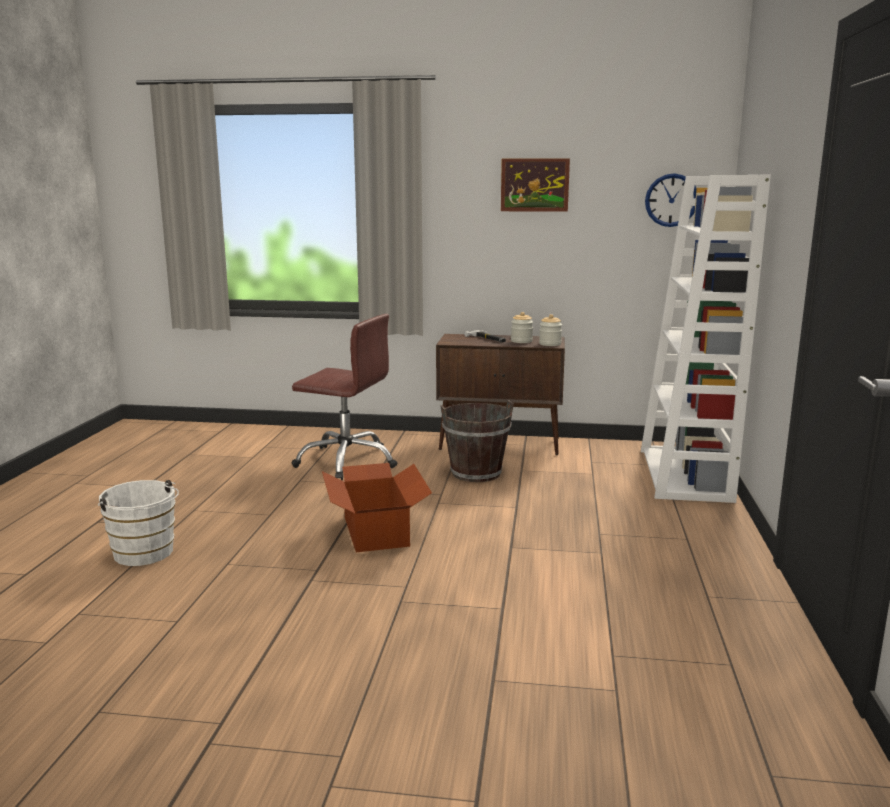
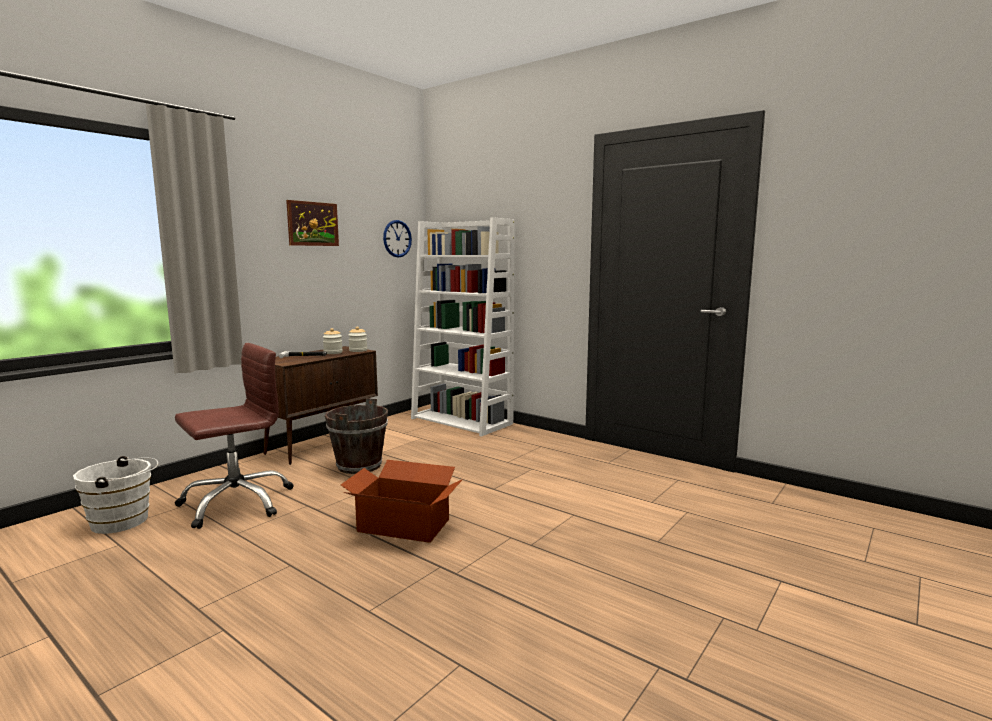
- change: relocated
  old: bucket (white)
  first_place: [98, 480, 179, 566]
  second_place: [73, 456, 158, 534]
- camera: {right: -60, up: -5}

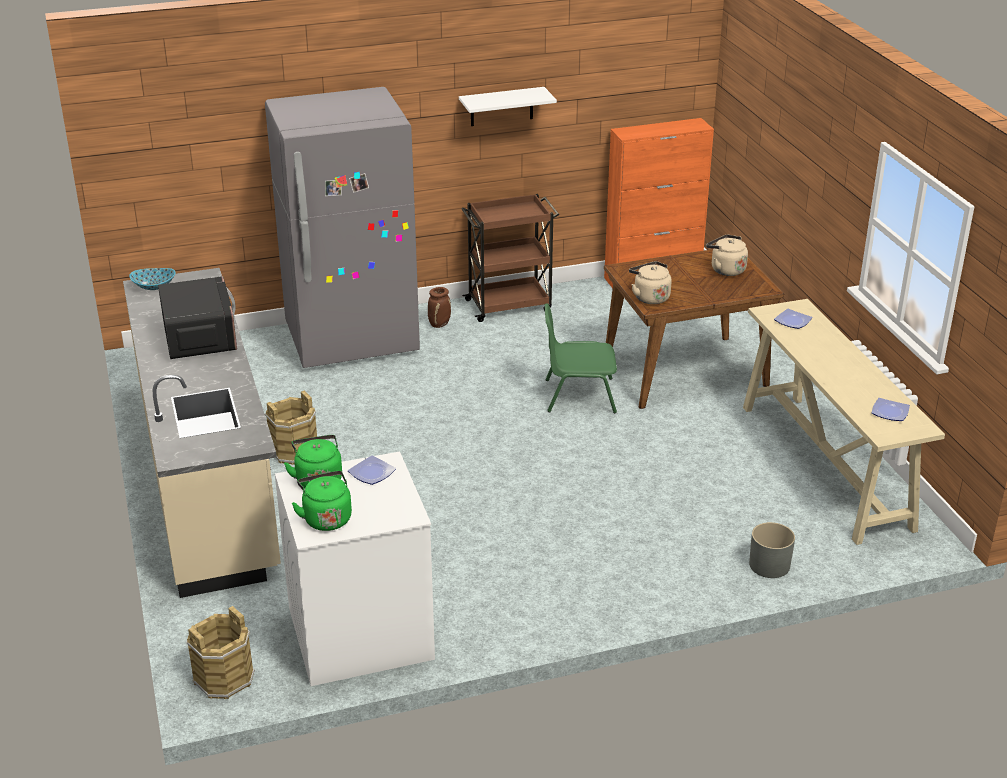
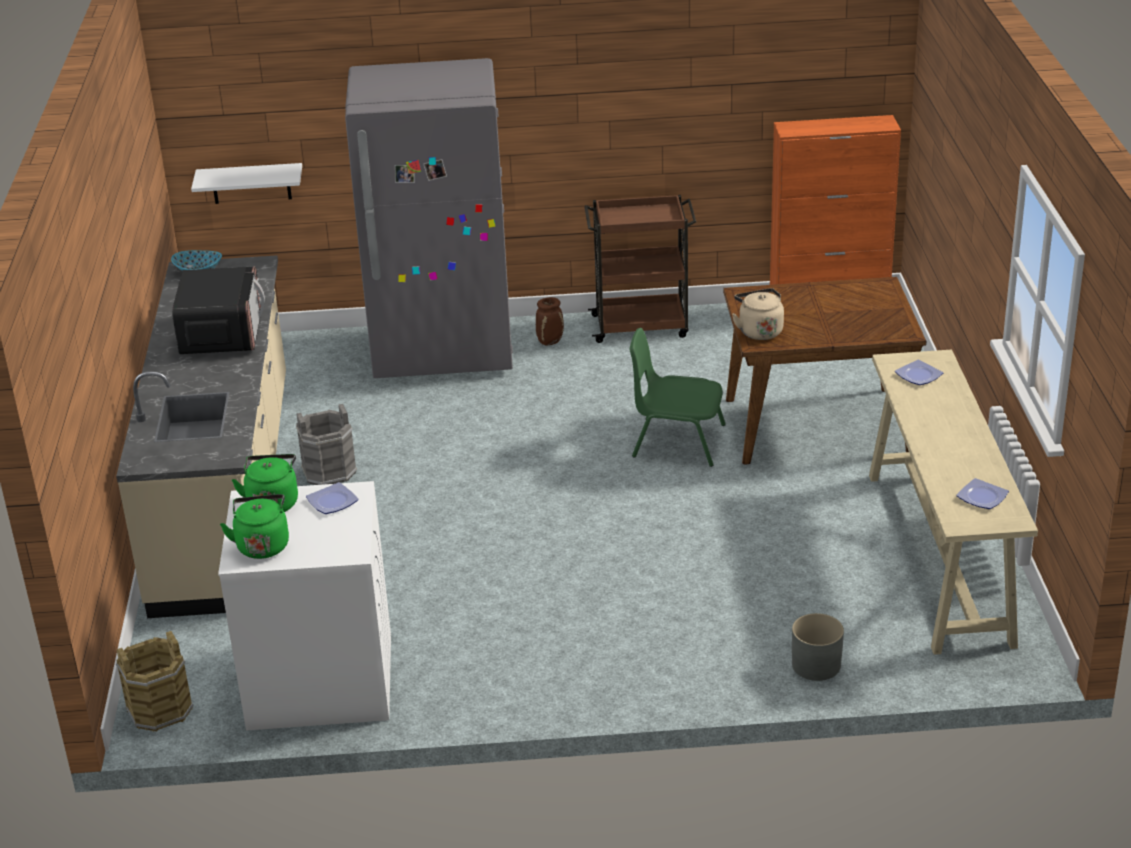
- change: relocated
  old: shelf (white)
  first_place: [459, 87, 557, 126]
  second_place: [191, 163, 302, 204]
- change: colour
  old: bucket (brown)
  new: bucket (grey)
  first_place: [265, 391, 317, 465]
  second_place: [296, 404, 357, 485]
- change: missing
  old: kettle (beige)
  first_place: [706, 235, 748, 276]
- camera: {right: 15, up: 0}

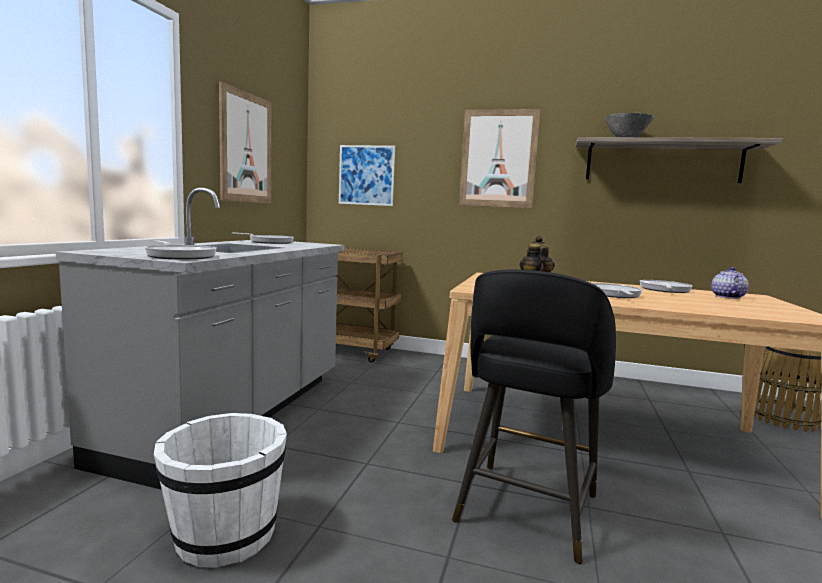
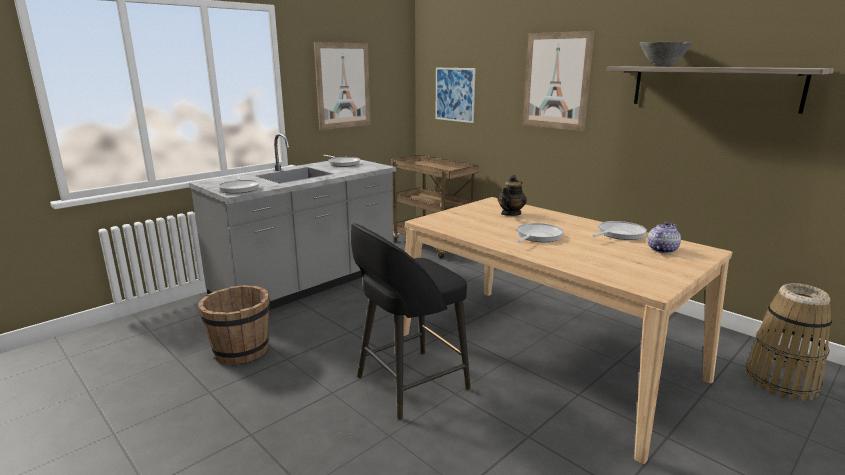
- change: colour
  old: bucket (white)
  new: bucket (brown)
  first_place: [154, 413, 287, 568]
  second_place: [198, 285, 270, 365]
- camera: {right: 30, up: 10}

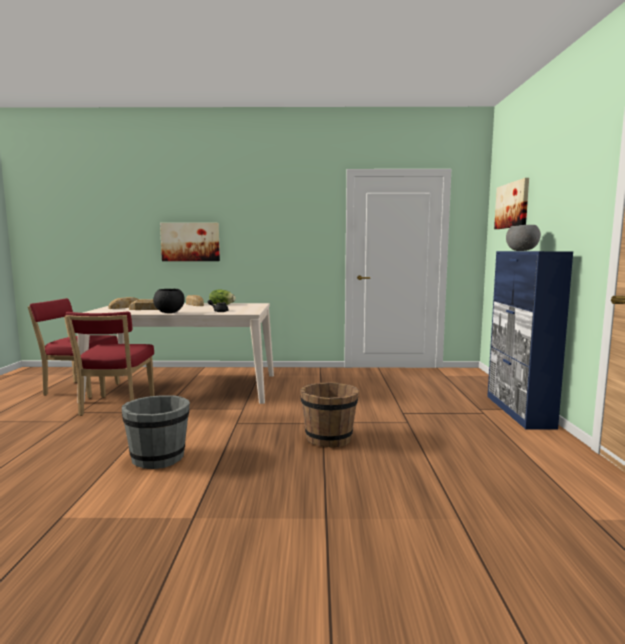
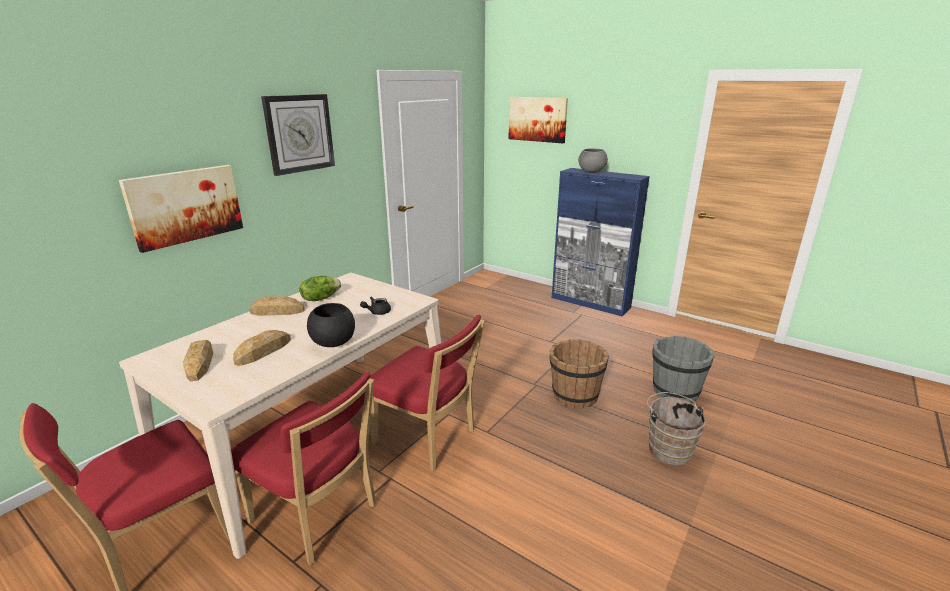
- change: appeared
  new: wall clock
  second_place: [261, 94, 335, 176]
- change: appeared
  new: chair (red)
  second_place: [370, 315, 485, 471]
- change: appeared
  new: bucket (brown)
  second_place: [647, 392, 706, 466]
- change: relocated
  old: bucket (grey)
  first_place: [122, 395, 190, 469]
  second_place: [652, 336, 715, 403]
- camera: {right: -55, up: 15}

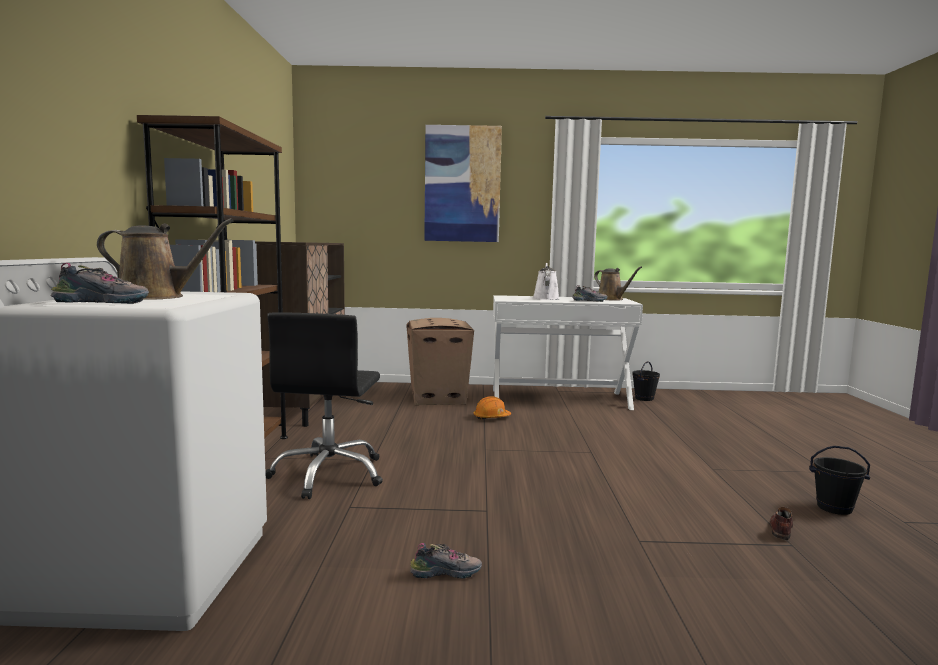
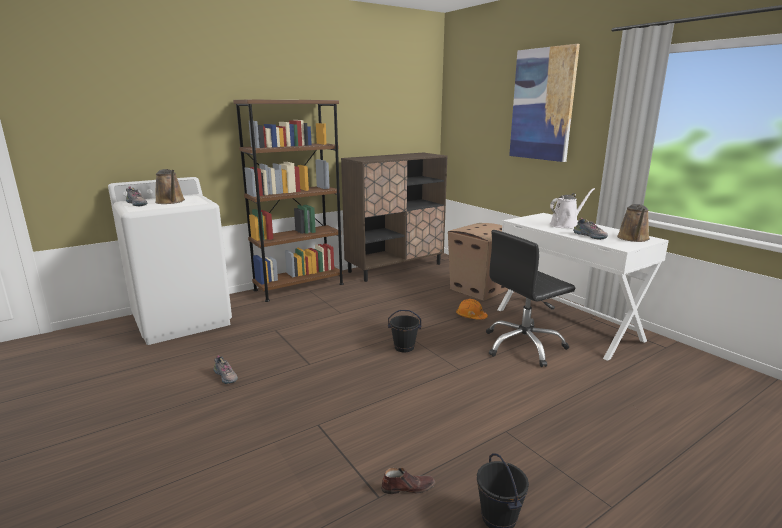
- change: relocated
  old: bucket (black)
  first_place: [632, 361, 660, 401]
  second_place: [388, 310, 421, 352]
- change: relocated
  old: office chair (black)
  first_place: [265, 313, 383, 499]
  second_place: [486, 230, 575, 367]
- camera: {right: 55, up: 10}

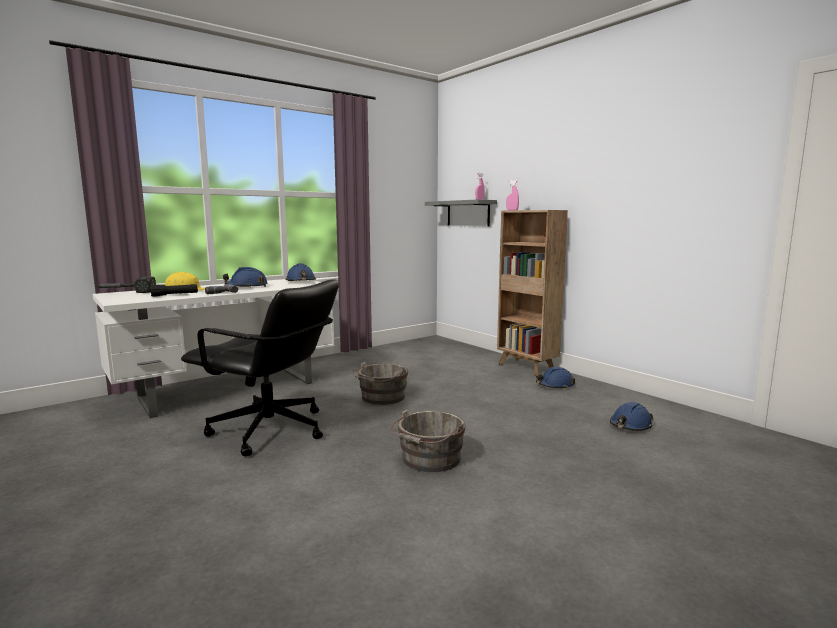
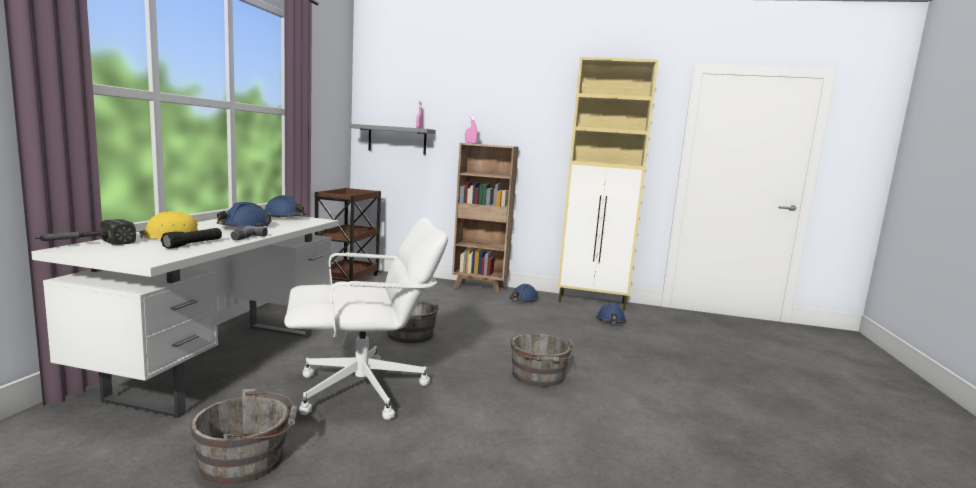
- change: appeared
  new: bucket (grey)
  second_place: [190, 389, 298, 485]
- change: colour
  old: office chair (black)
  new: office chair (white)
  first_place: [181, 280, 339, 456]
  second_place: [284, 217, 448, 420]
- change: appeared
  new: cart (brown)
  second_place: [314, 188, 381, 282]
- change: appeared
  new: cabinet (beige)
  second_place: [558, 57, 658, 311]
- camera: {right: -40, up: 0}

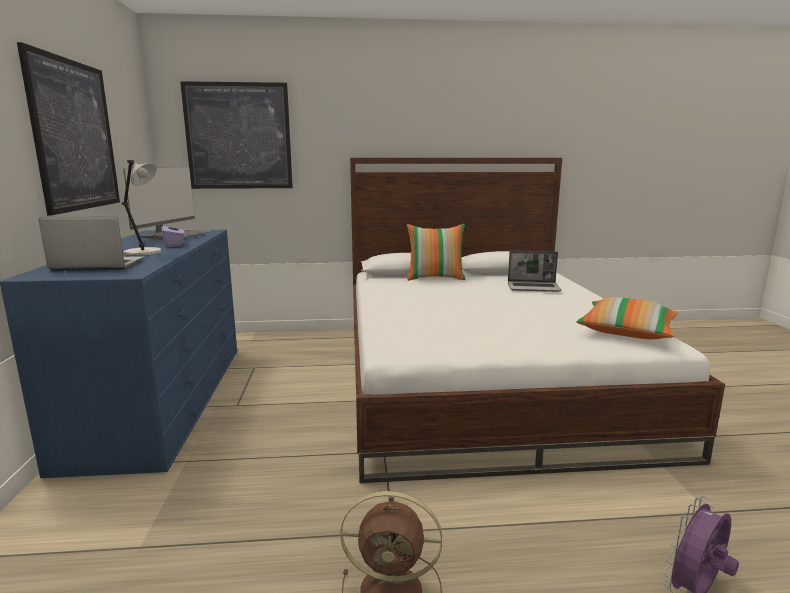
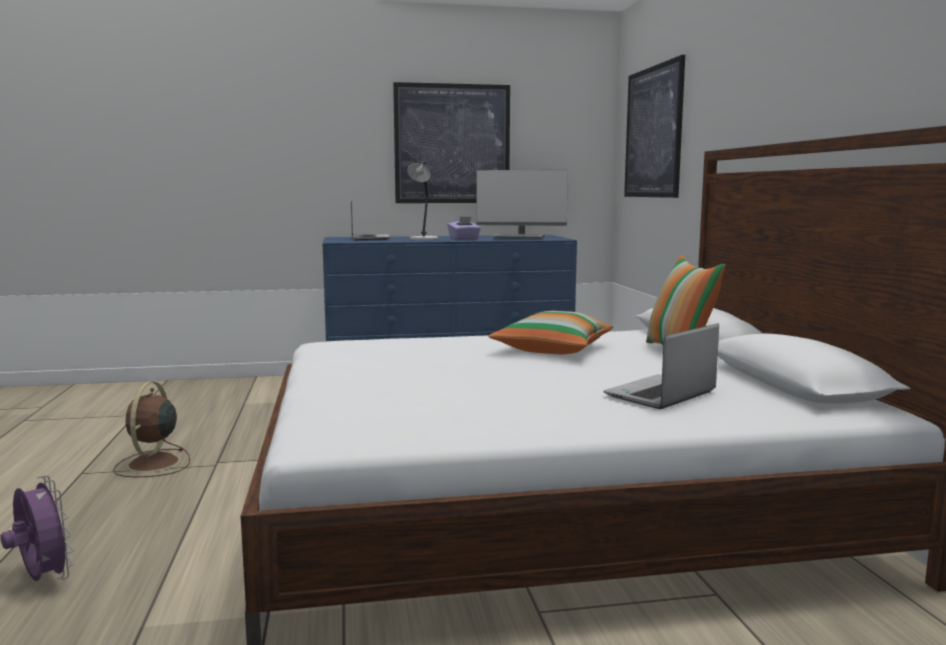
- change: relocated
  old: pillow
  first_place: [576, 297, 678, 339]
  second_place: [488, 311, 613, 354]
- change: spun
  old: laptop
  first_place: [508, 251, 561, 292]
  second_place: [603, 324, 719, 409]
  degrees: 45
- camera: {right: 85, up: -5}

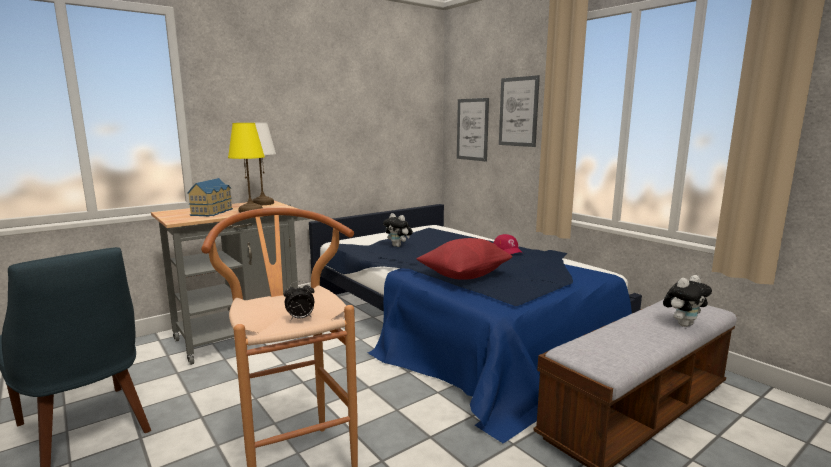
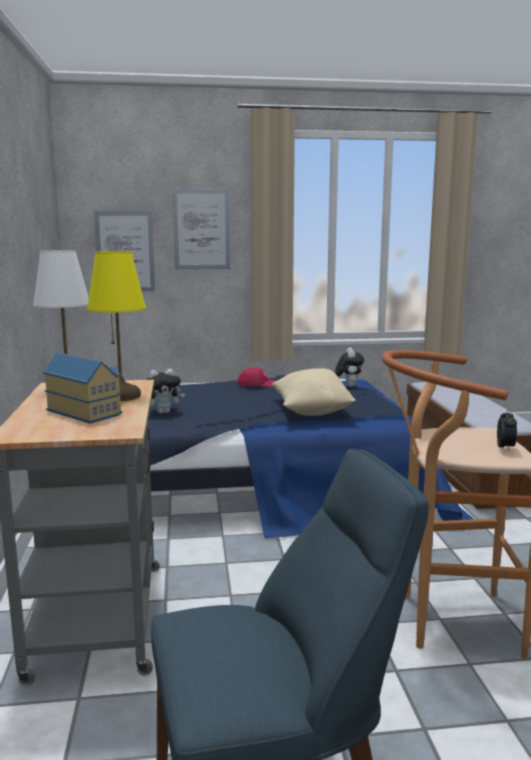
- change: colour
  old: pillow (red)
  new: pillow (beige)
  first_place: [416, 238, 513, 280]
  second_place: [271, 368, 356, 416]
- change: relocated
  old: plush toy
  first_place: [663, 275, 712, 327]
  second_place: [335, 348, 364, 387]
- camera: {right: -60, up: 0}

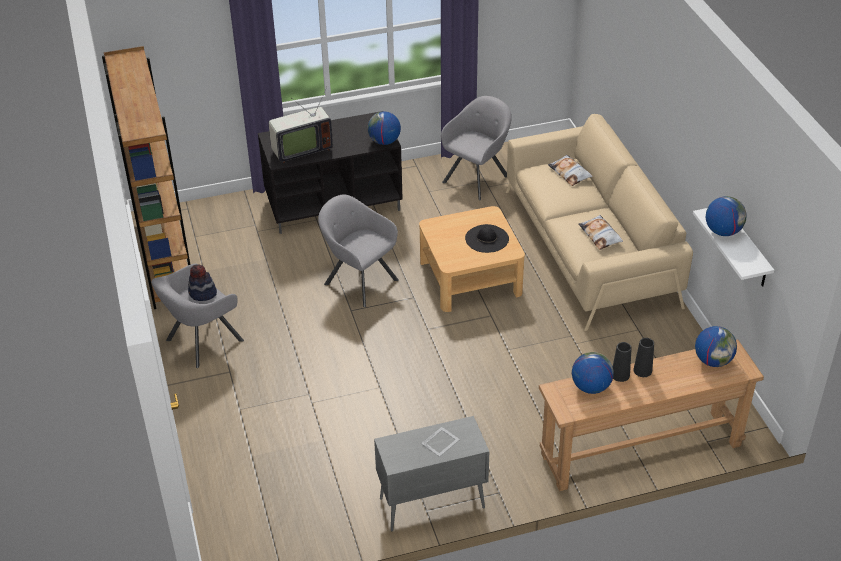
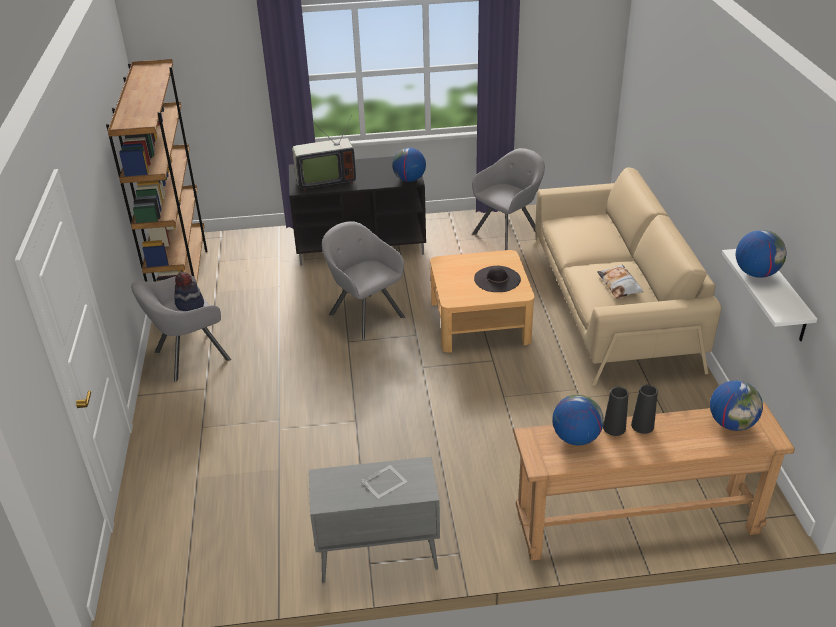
- change: missing
  old: pillow
  first_place: [548, 155, 593, 186]
- camera: {right: 10, up: -5}

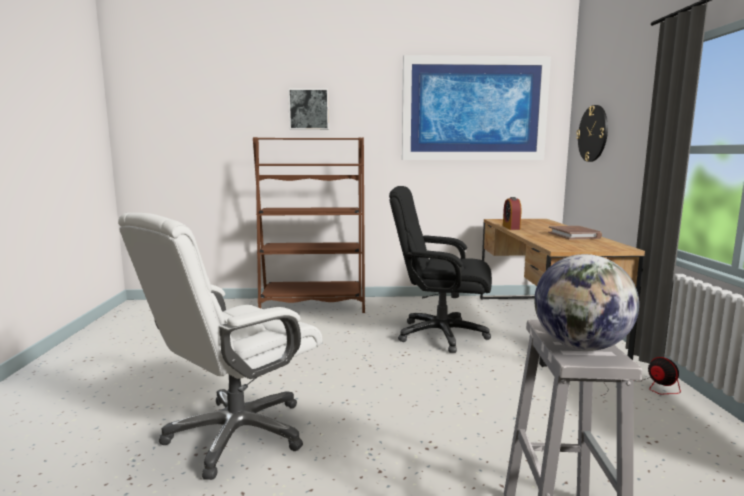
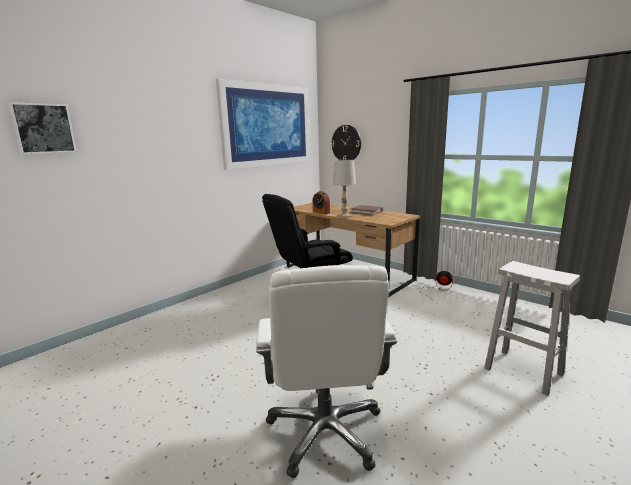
- change: relocated
  old: picture
  first_place: [288, 88, 329, 130]
  second_place: [9, 102, 77, 154]
- change: appeared
  new: table lamp (white)
  second_place: [333, 160, 356, 217]
- change: missing
  old: bookcase (brown)
  first_place: [253, 137, 365, 313]
- change: missing
  old: globe
  first_place: [534, 254, 639, 351]
- camera: {right: -45, up: 5}

